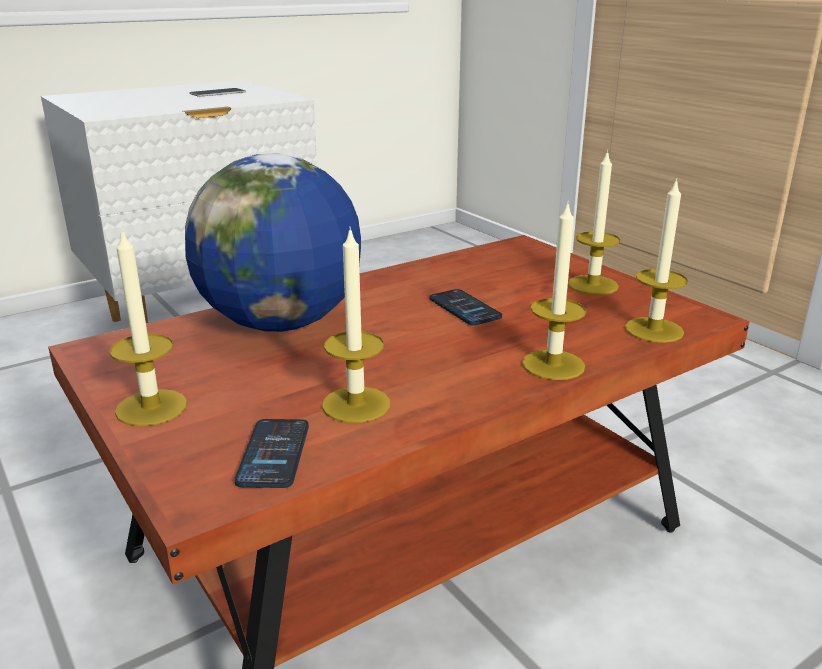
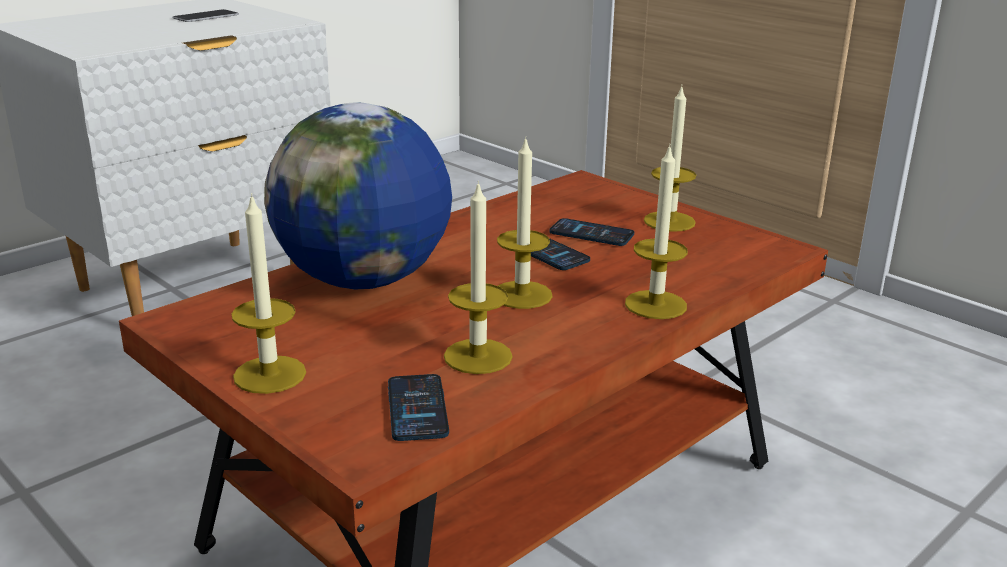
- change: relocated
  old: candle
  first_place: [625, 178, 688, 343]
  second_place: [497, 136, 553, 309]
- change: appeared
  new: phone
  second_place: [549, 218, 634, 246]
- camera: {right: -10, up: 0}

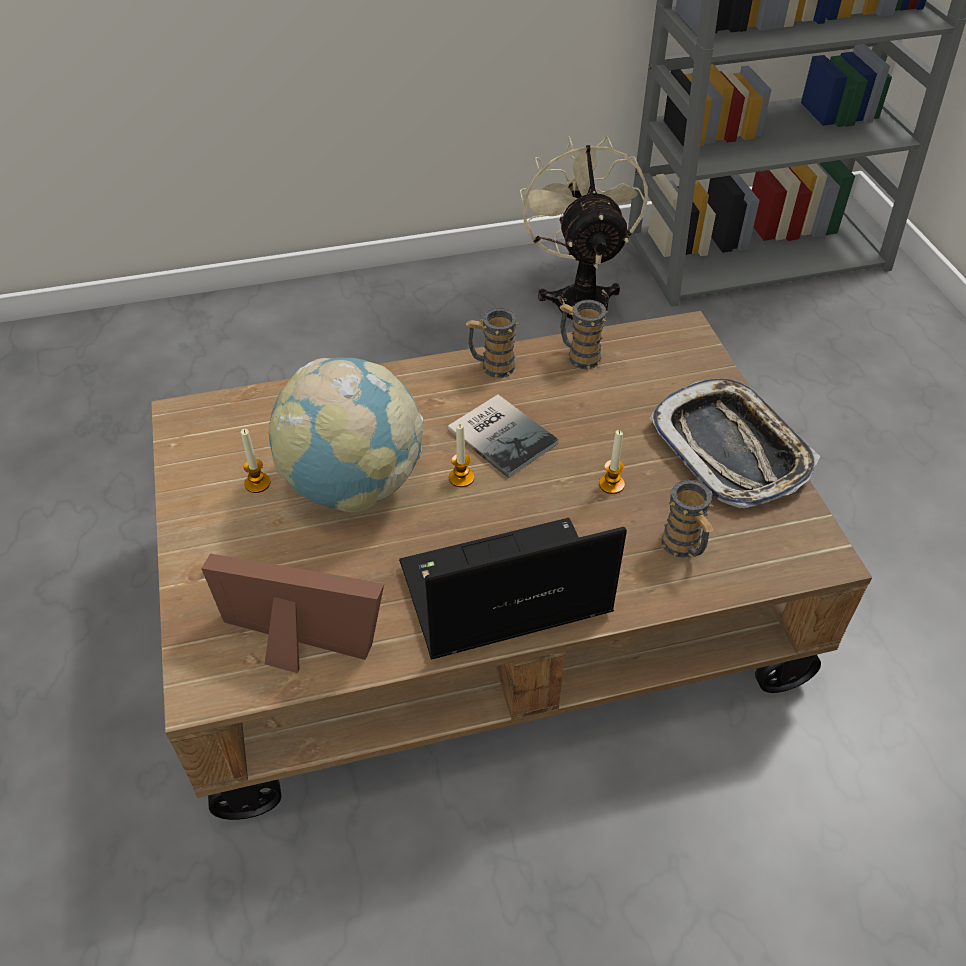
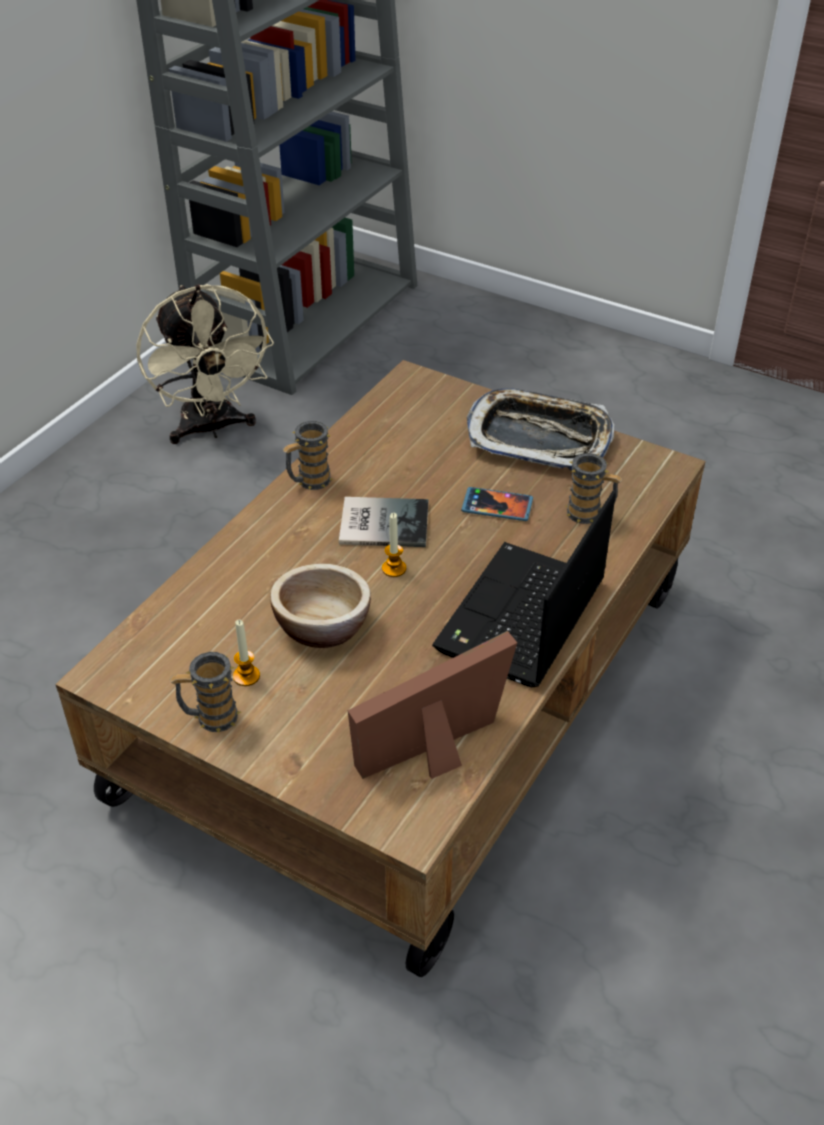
- change: spun
  old: fan (beige)
  first_place: [520, 136, 648, 320]
  second_place: [136, 284, 274, 444]
  degrees: -150
- change: relocated
  old: mug
  first_place: [560, 300, 609, 369]
  second_place: [170, 652, 241, 733]
- change: exchanged
  old: globe
  new: bowl
  first_place: [269, 358, 424, 512]
  second_place: [270, 564, 371, 648]
- change: exchanged
  old: candle
  new: phone
  first_place: [599, 430, 625, 494]
  second_place: [461, 487, 533, 521]
- camera: {right: -45, up: -5}

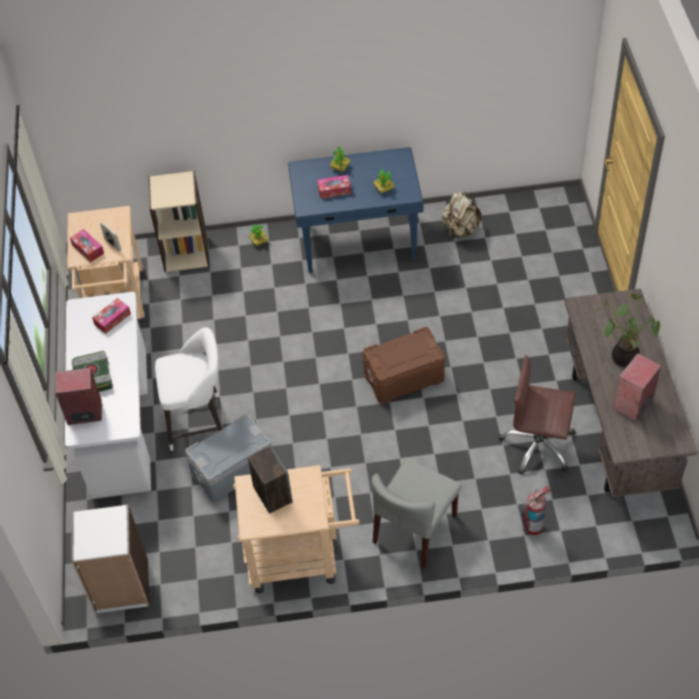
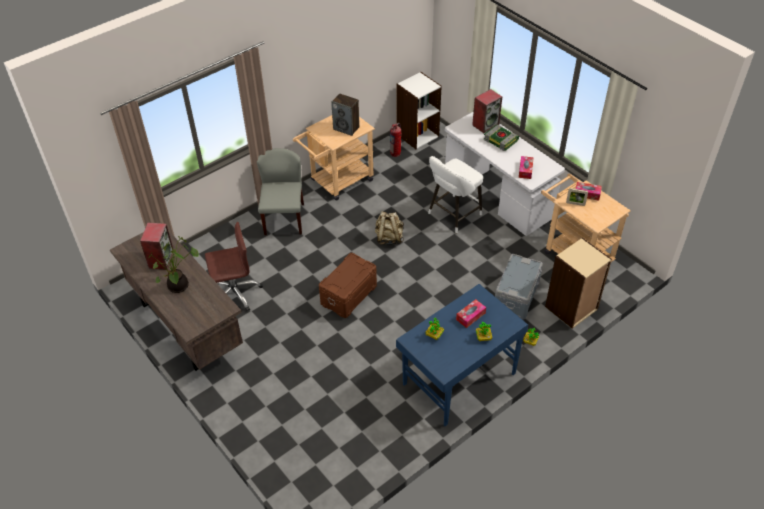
- change: relocated
  old: backpack (beige)
  first_place: [441, 192, 482, 239]
  second_place: [375, 211, 404, 245]
- change: relocated
  old: fire extinguisher
  first_place: [522, 486, 551, 535]
  second_place: [390, 123, 402, 157]
- change: relocated
  old: storage box (grey)
  first_place: [185, 414, 272, 502]
  second_place: [495, 254, 543, 319]
- camera: {right: 145, up: -5}

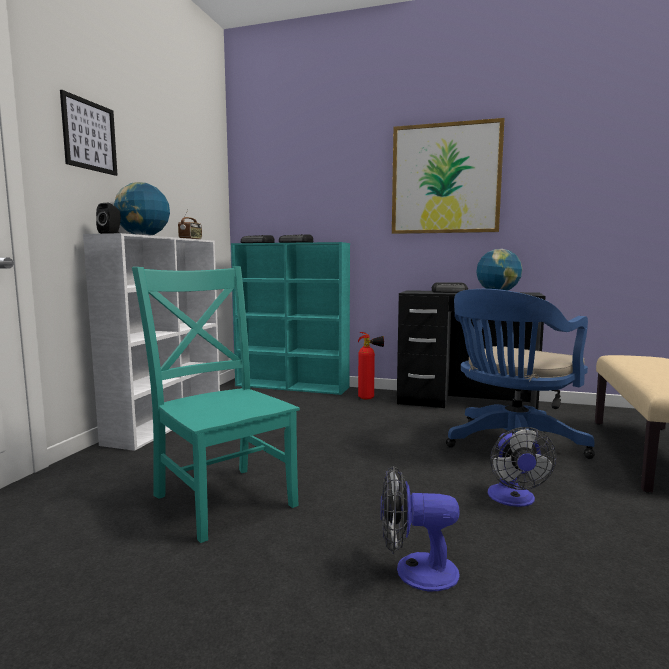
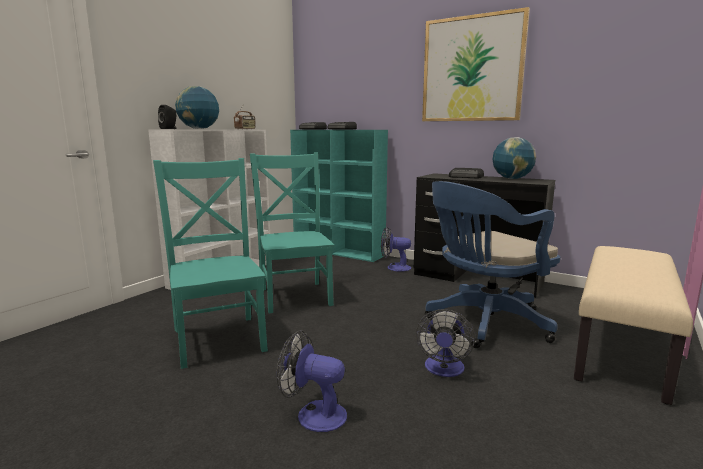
- change: appeared
  new: chair (turquoise)
  second_place: [250, 153, 334, 313]
- change: exchanged
  old: fire extinguisher
  new: fan
  first_place: [358, 332, 384, 400]
  second_place: [381, 227, 411, 272]
- change: missing
  old: picture
  first_place: [60, 90, 118, 176]
- camera: {right: 15, up: 5}

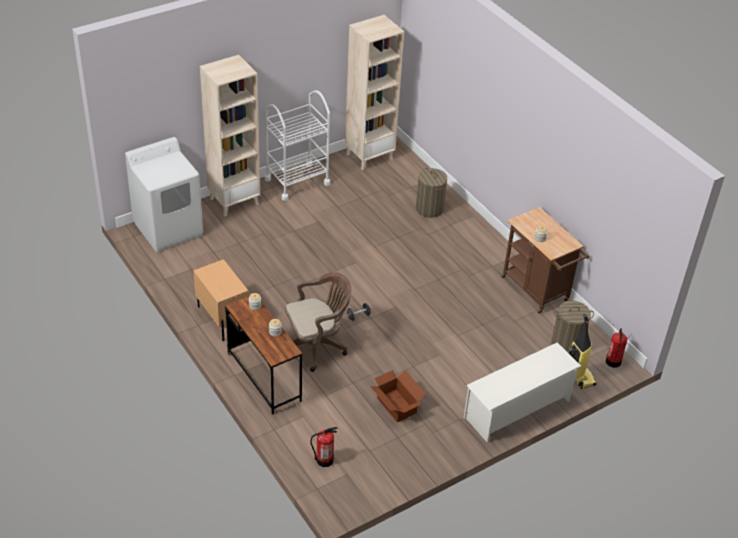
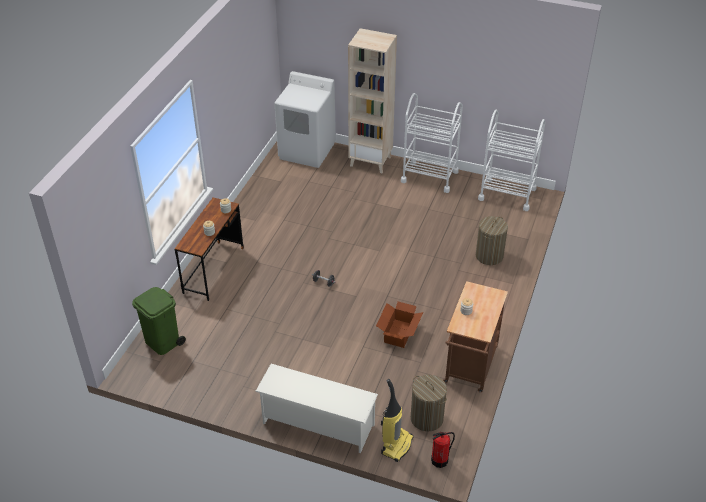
- change: exchanged
  old: fire extinguisher
  new: trash can (green)
  first_place: [310, 427, 337, 467]
  second_place: [132, 287, 186, 355]
- change: relocated
  old: cardboard box
  first_place: [370, 370, 426, 422]
  second_place: [376, 302, 423, 348]
- change: exchanged
  old: bookcase (beige)
  new: cart (white)
  first_place: [345, 15, 404, 170]
  second_place: [478, 110, 546, 211]
- change: missing
  old: nightstand (beige)
  first_place: [193, 259, 249, 341]
- change: missing
  old: office chair (brown)
  first_place: [285, 272, 351, 372]
- camera: {right: 55, up: 0}

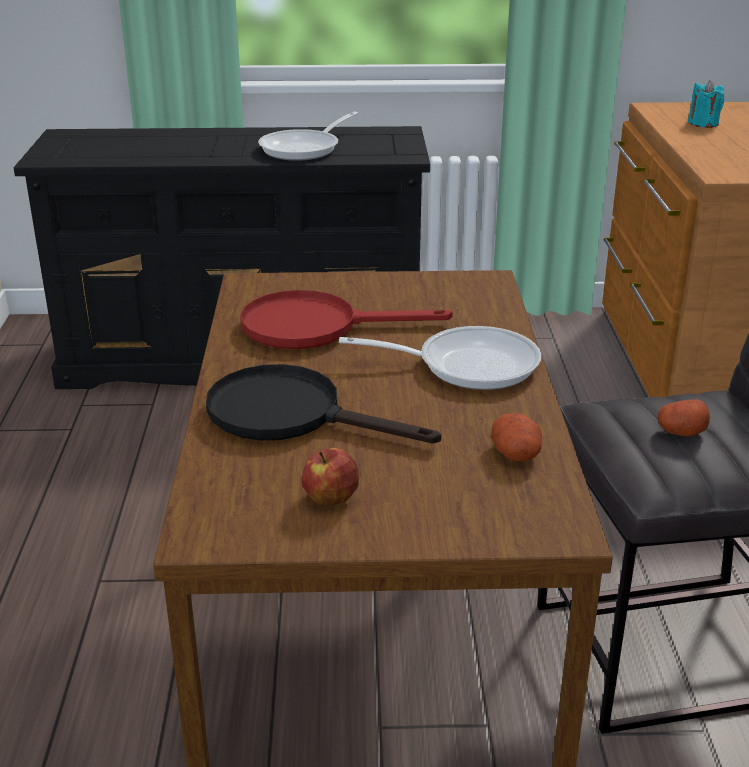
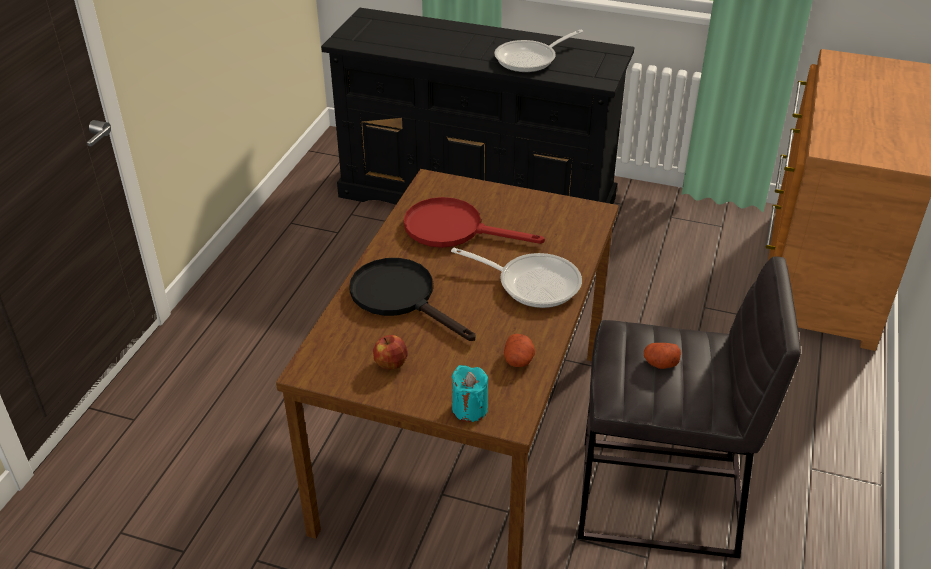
- change: relocated
  old: candle (turquoise)
  first_place: [688, 80, 724, 128]
  second_place: [452, 365, 488, 422]
- camera: {right: 20, up: 10}

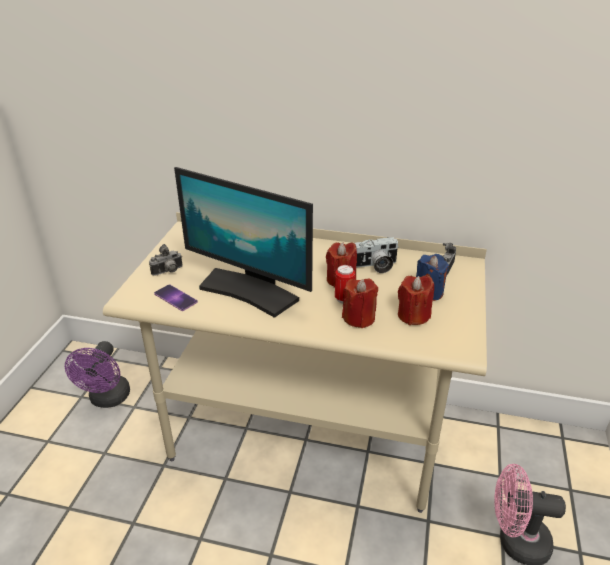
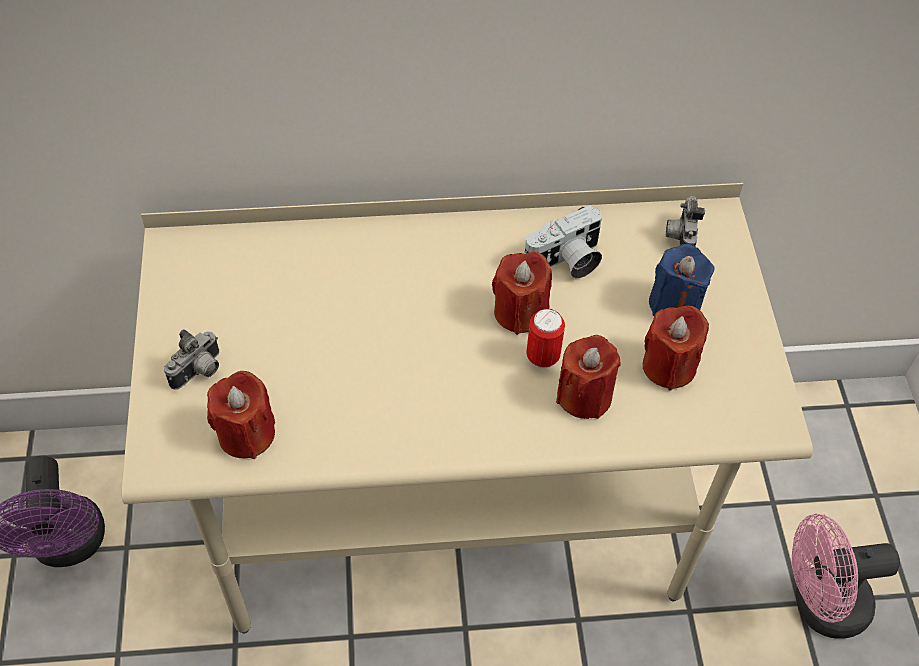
- change: exchanged
  old: phone
  new: candle (red)
  first_place: [154, 284, 198, 311]
  second_place: [207, 371, 275, 459]
- change: missing
  old: monitor
  first_place: [174, 167, 313, 318]
- camera: {right: -20, up: 20}

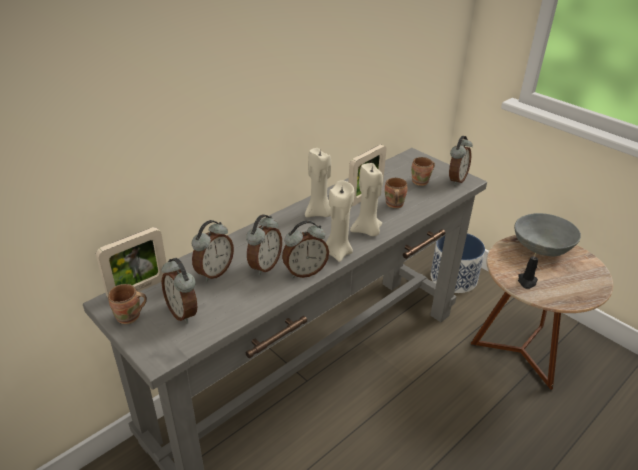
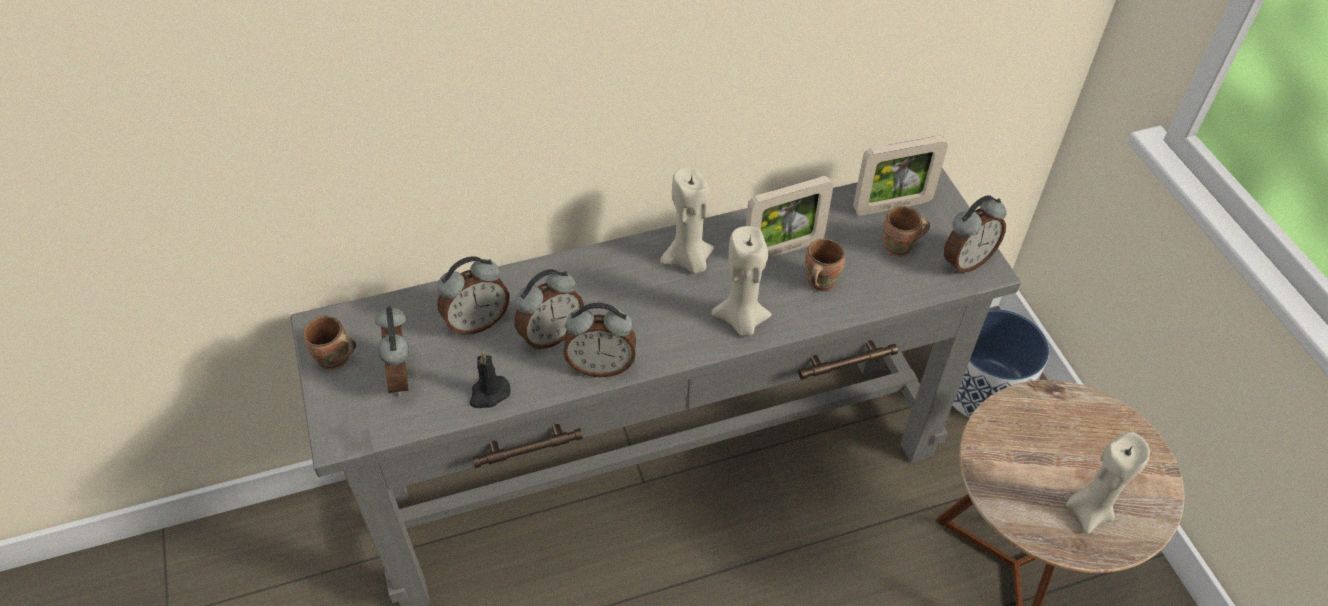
- change: relocated
  old: candle (black)
  first_place: [518, 253, 538, 289]
  second_place: [470, 350, 511, 408]
- change: relocated
  old: picture frame
  first_place: [96, 227, 166, 298]
  second_place: [853, 136, 948, 216]
- change: relocated
  old: candle (beige)
  first_place: [326, 180, 354, 262]
  second_place: [1066, 432, 1150, 534]
- change: missing
  old: bowl (grey)
  first_place: [514, 213, 581, 257]
- camera: {right: 25, up: 15}

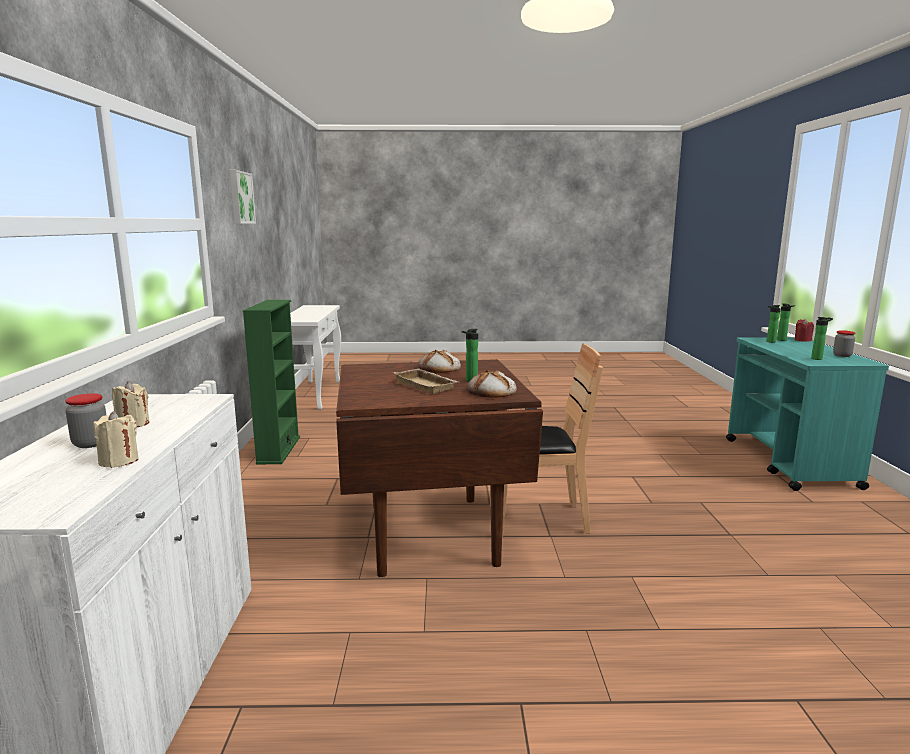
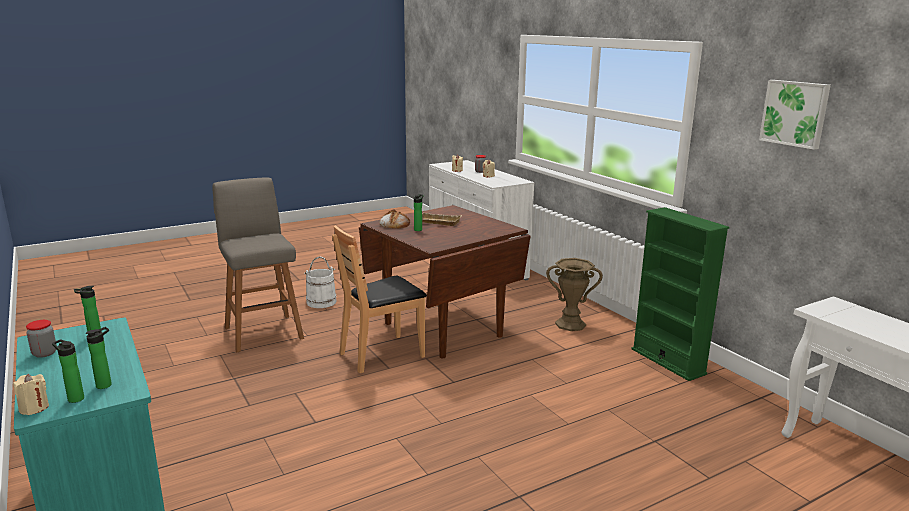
- change: colour
  old: candle (red)
  new: candle (beige)
  first_place: [795, 319, 814, 342]
  second_place: [13, 374, 49, 415]
- change: appeared
  new: stool (grey)
  second_place: [212, 178, 304, 352]
- change: appeared
  new: bucket (white)
  second_place: [304, 257, 336, 308]
- change: appeared
  new: vase (brown)
  second_place: [546, 258, 603, 331]
- change: missing
  old: bread
  first_place: [418, 350, 461, 373]
- camera: {right: 150, up: 5}

